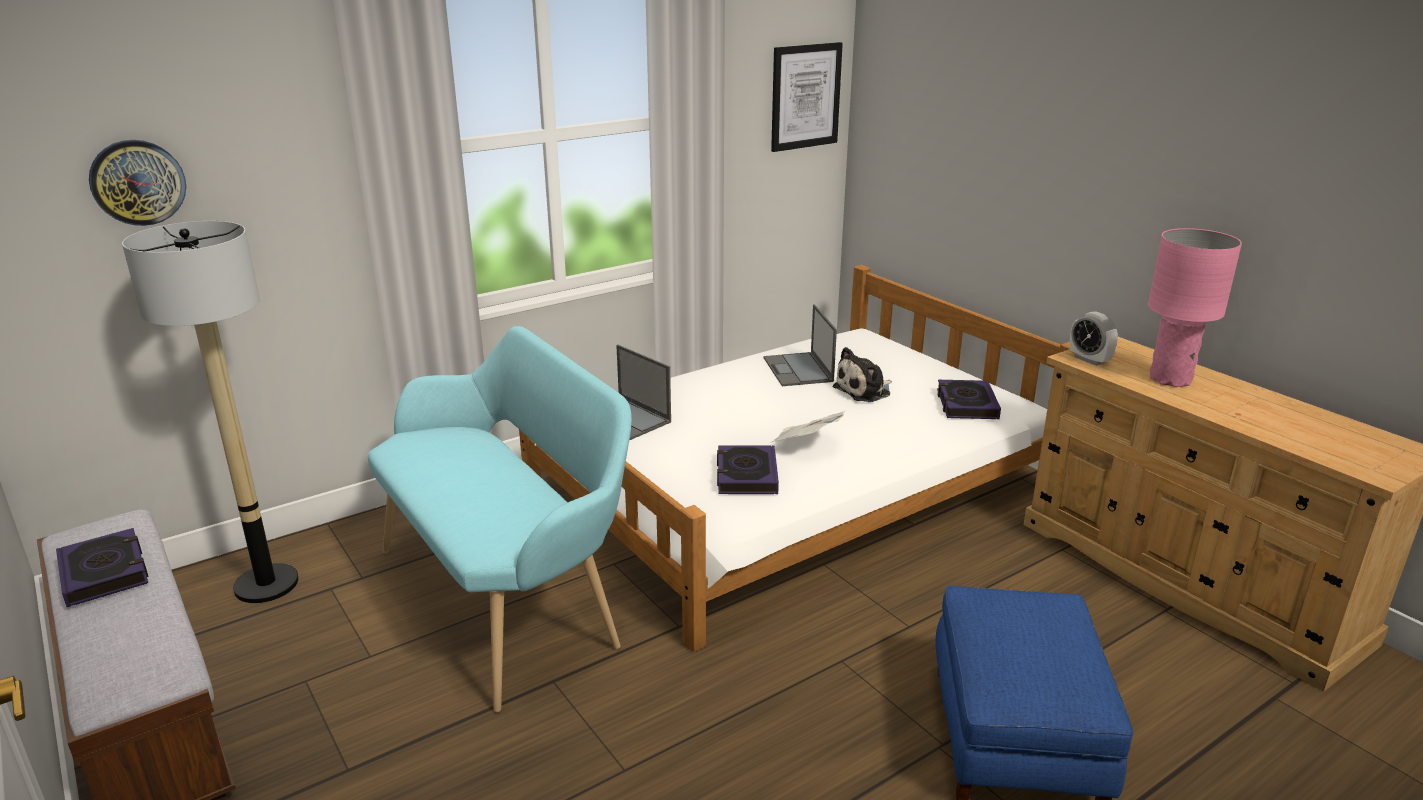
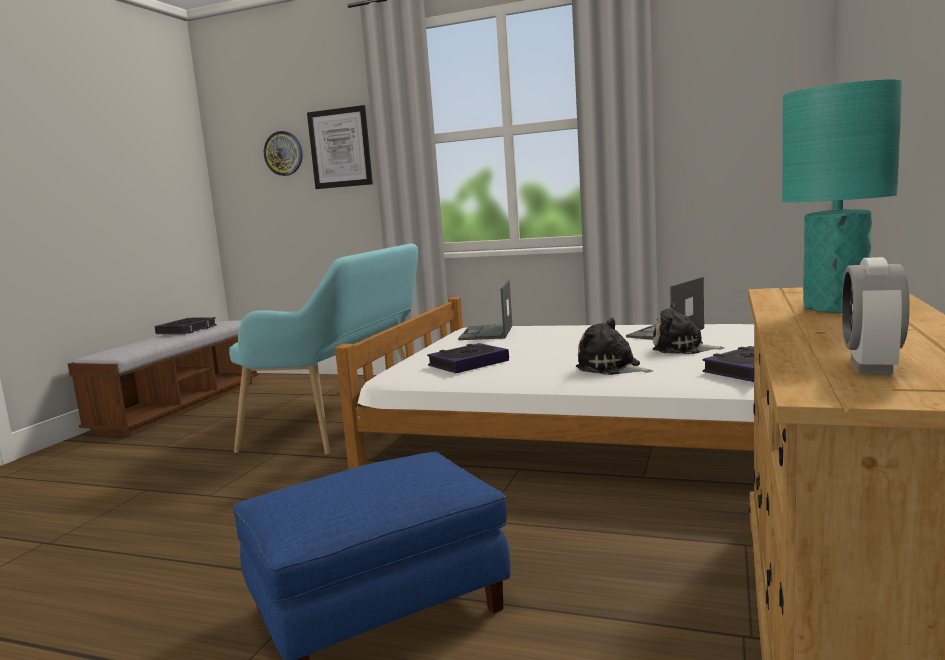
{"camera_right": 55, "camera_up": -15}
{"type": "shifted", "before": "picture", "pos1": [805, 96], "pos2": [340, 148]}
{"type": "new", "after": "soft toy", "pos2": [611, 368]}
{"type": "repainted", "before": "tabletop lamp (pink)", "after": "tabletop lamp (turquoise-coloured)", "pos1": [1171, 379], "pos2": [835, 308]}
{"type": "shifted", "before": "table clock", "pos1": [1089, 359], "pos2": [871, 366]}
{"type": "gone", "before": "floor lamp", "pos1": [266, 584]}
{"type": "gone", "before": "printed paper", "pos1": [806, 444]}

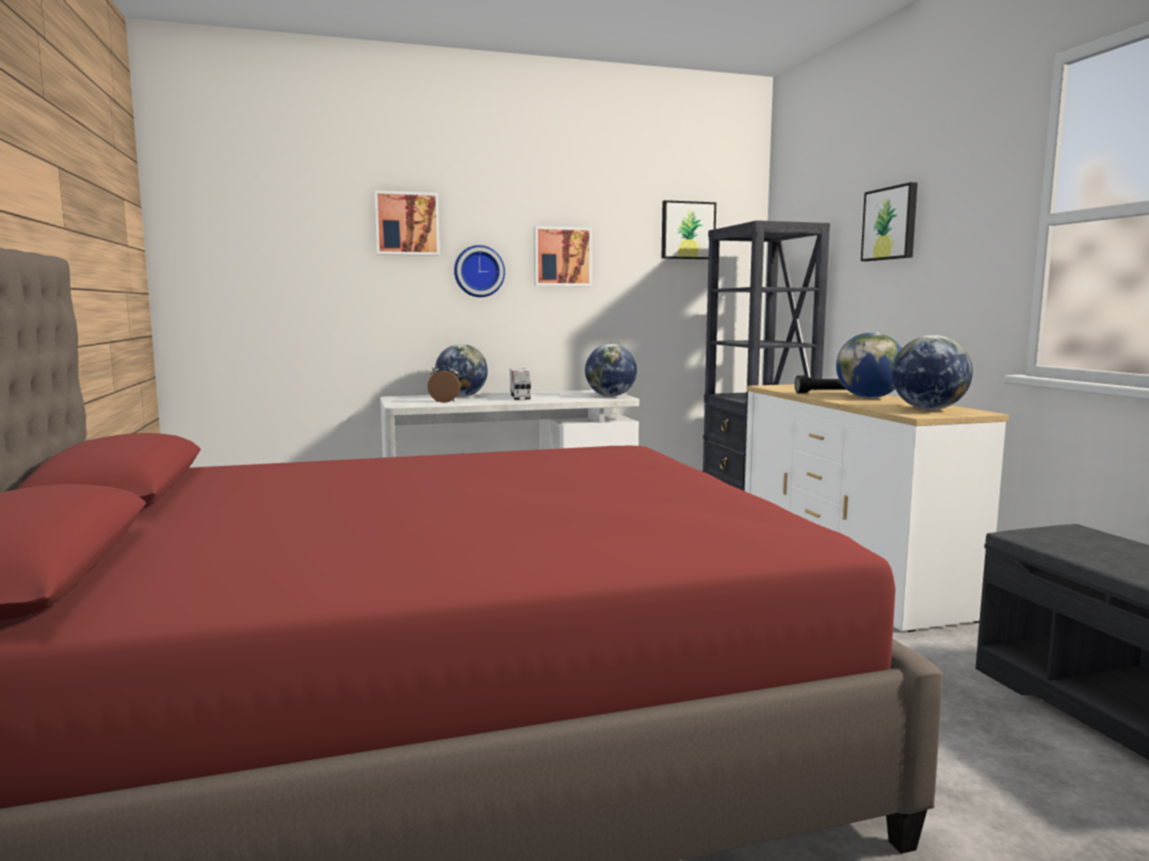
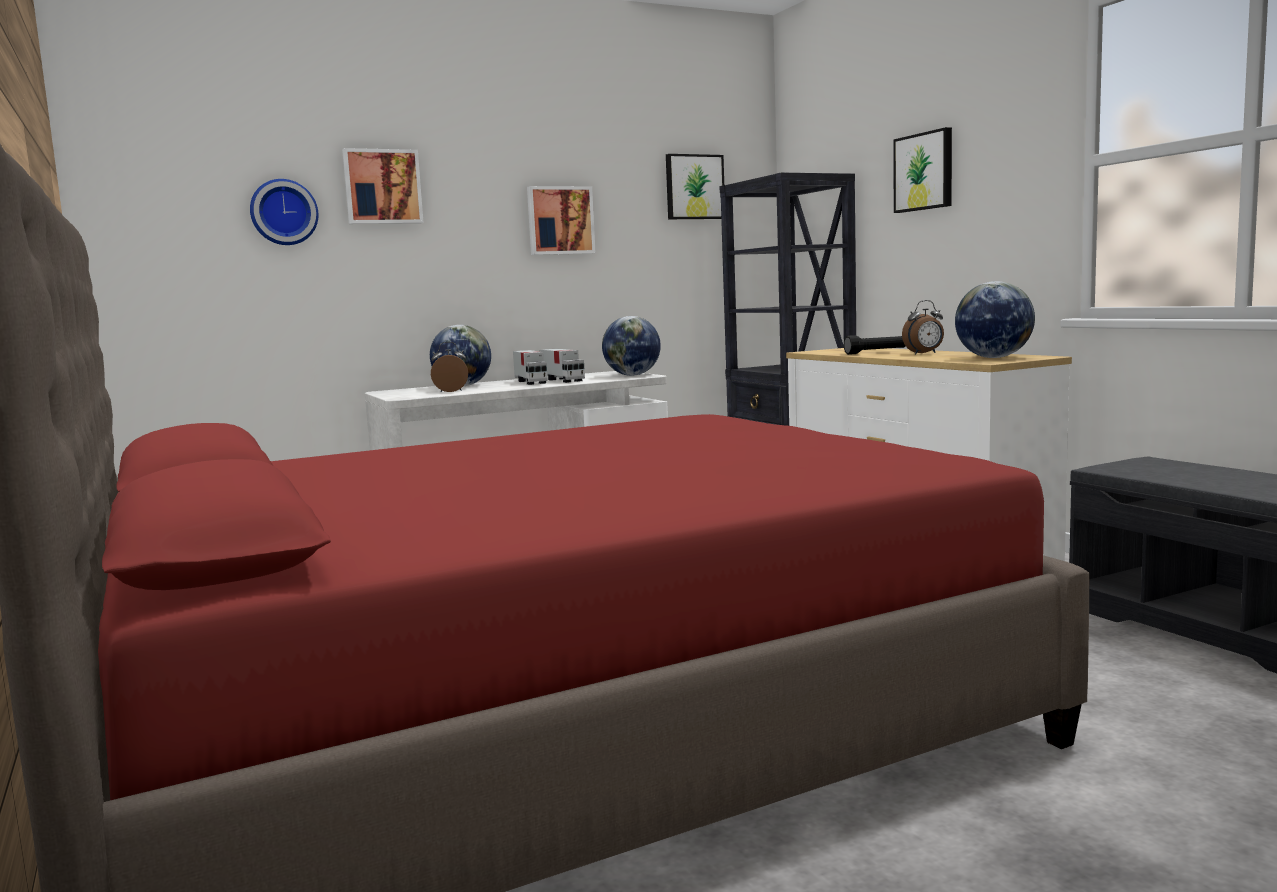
{"camera_right": -10, "camera_up": 0}
{"type": "shifted", "before": "hanging clock", "pos1": [478, 271], "pos2": [283, 212]}
{"type": "new", "after": "toy lorry", "pos2": [563, 380]}
{"type": "swapped", "before": "world globe", "after": "table clock", "pos1": [868, 398], "pos2": [924, 353]}

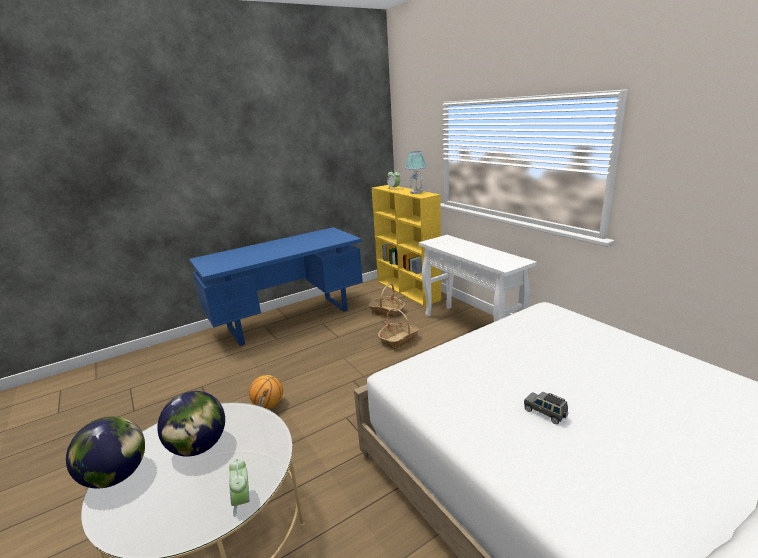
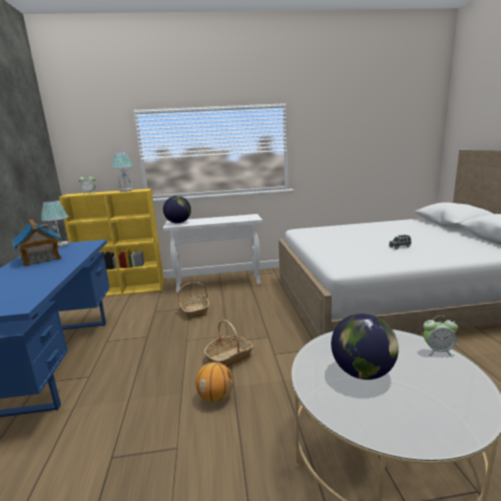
{"camera_right": -65, "camera_up": -5}
{"type": "new", "after": "toy house", "pos2": [41, 259]}
{"type": "new", "after": "tabletop lamp", "pos2": [61, 245]}
{"type": "shifted", "before": "world globe", "pos1": [117, 476], "pos2": [178, 223]}
{"type": "shifted", "before": "basket", "pos1": [387, 311], "pos2": [229, 357]}

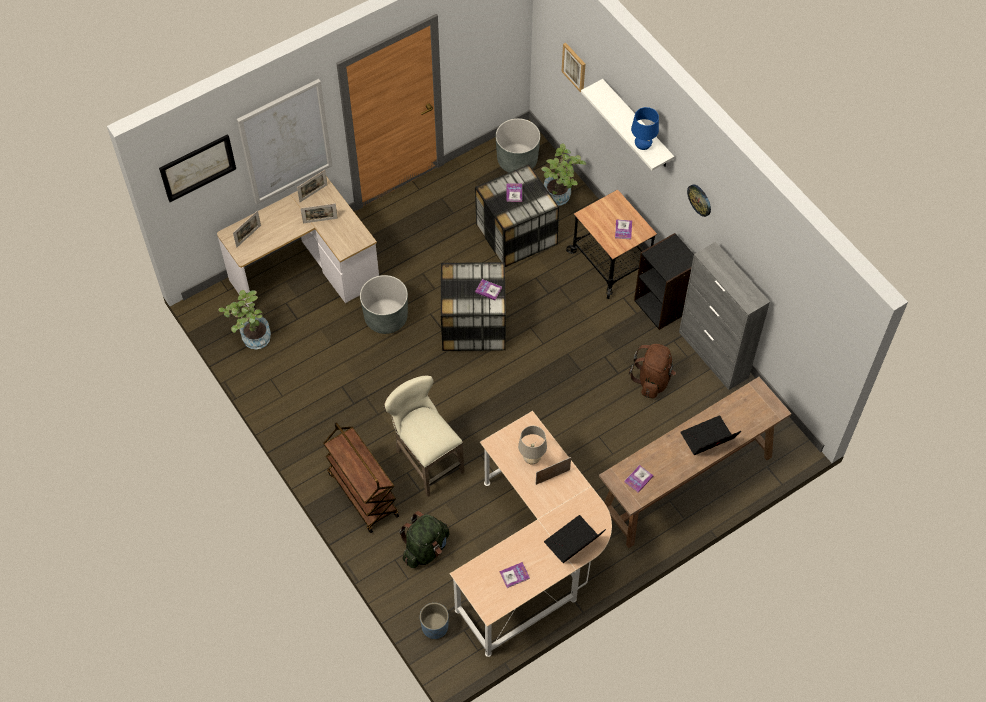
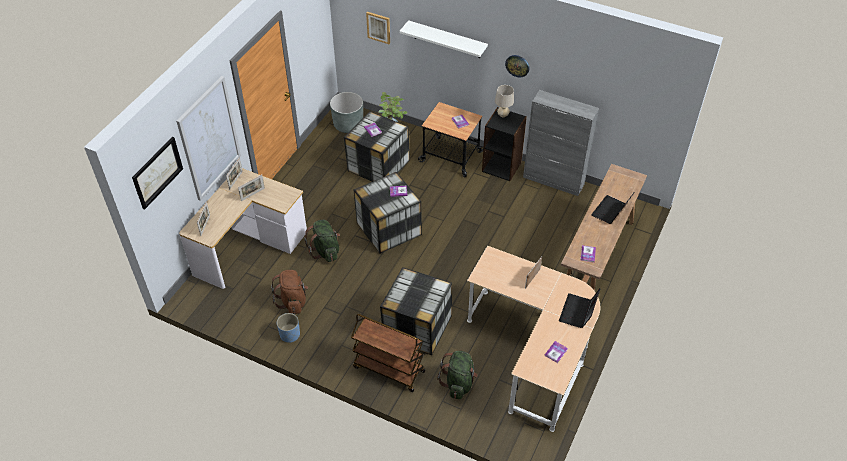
{"camera_right": -30, "camera_up": -10}
{"type": "shifted", "before": "rucksack (brownish)", "pos1": [652, 380], "pos2": [293, 301]}
{"type": "shifted", "before": "plant pot (blue-coloured)", "pos1": [435, 627], "pos2": [290, 334]}
{"type": "swapped", "before": "plant pot (gray)", "after": "rucksack (green)", "pos1": [386, 318], "pos2": [325, 251]}
{"type": "swapped", "before": "sitting stool (beige-coloured)", "after": "storage container", "pos1": [426, 460], "pos2": [417, 326]}
{"type": "shifted", "before": "tabletop lamp (beige-coloured)", "pos1": [532, 459], "pos2": [503, 115]}
{"type": "gone", "before": "plant in a pot", "pos1": [252, 338]}
{"type": "gone", "before": "tabletop lamp (blue-coloured)", "pos1": [642, 146]}

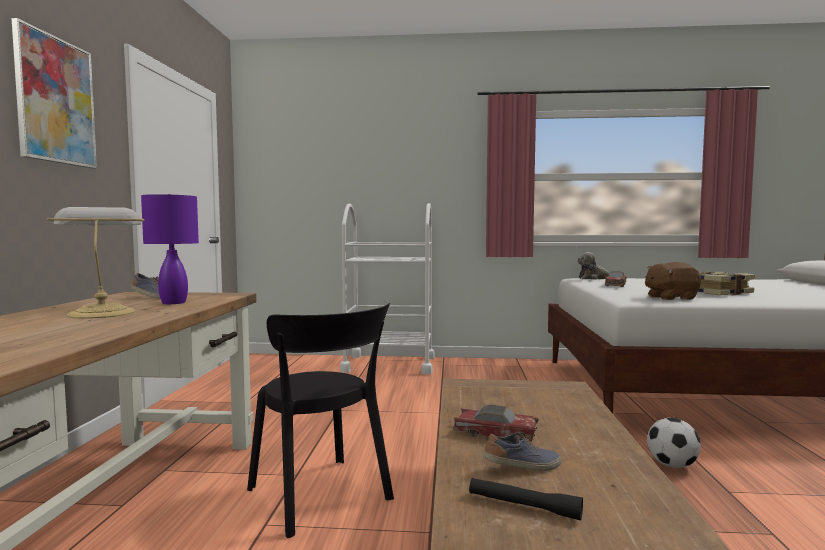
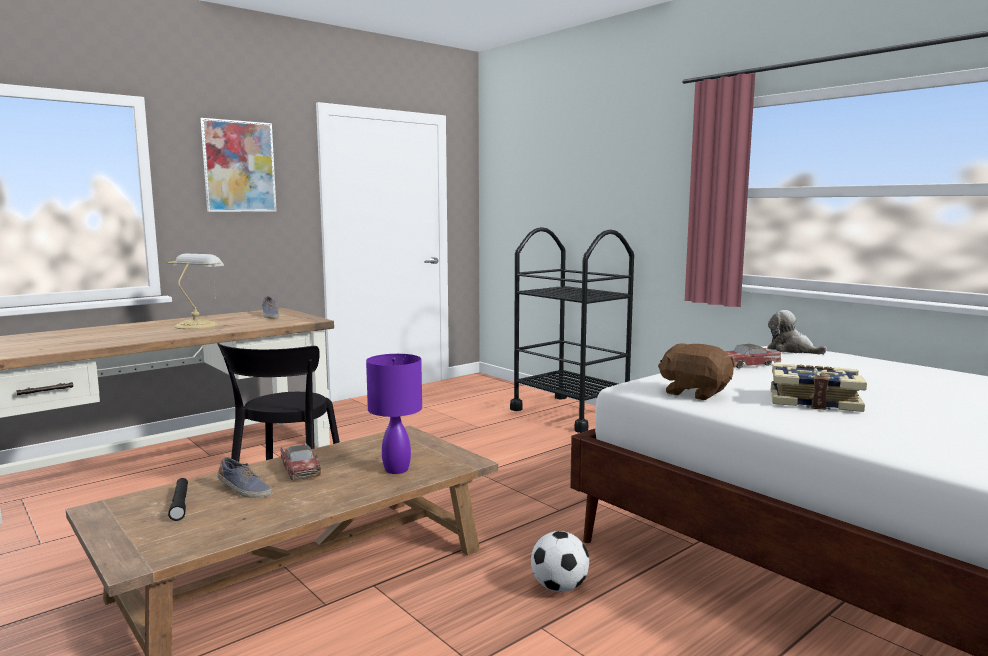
{"camera_right": 45, "camera_up": 5}
{"type": "shifted", "before": "tabletop lamp (purple-coloured)", "pos1": [174, 302], "pos2": [397, 469]}
{"type": "repainted", "before": "trolley (white)", "after": "trolley (black)", "pos1": [389, 364], "pos2": [570, 413]}

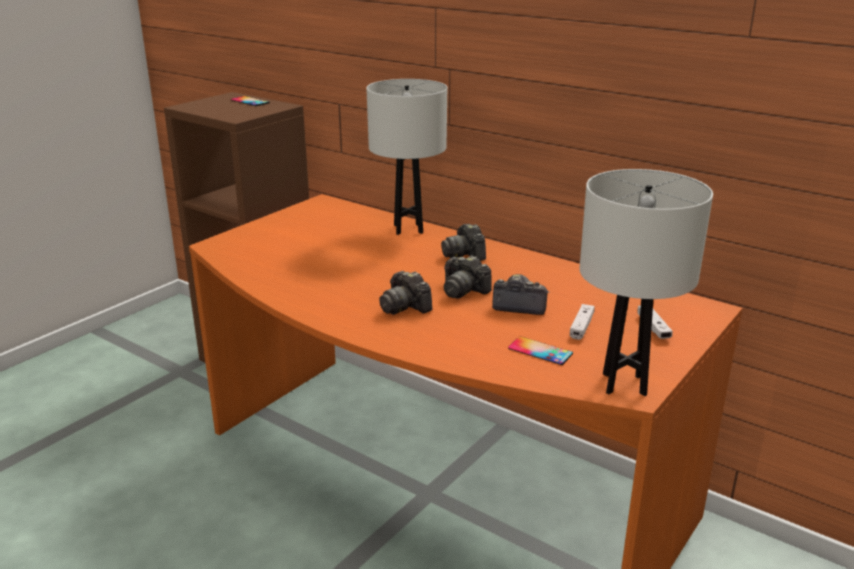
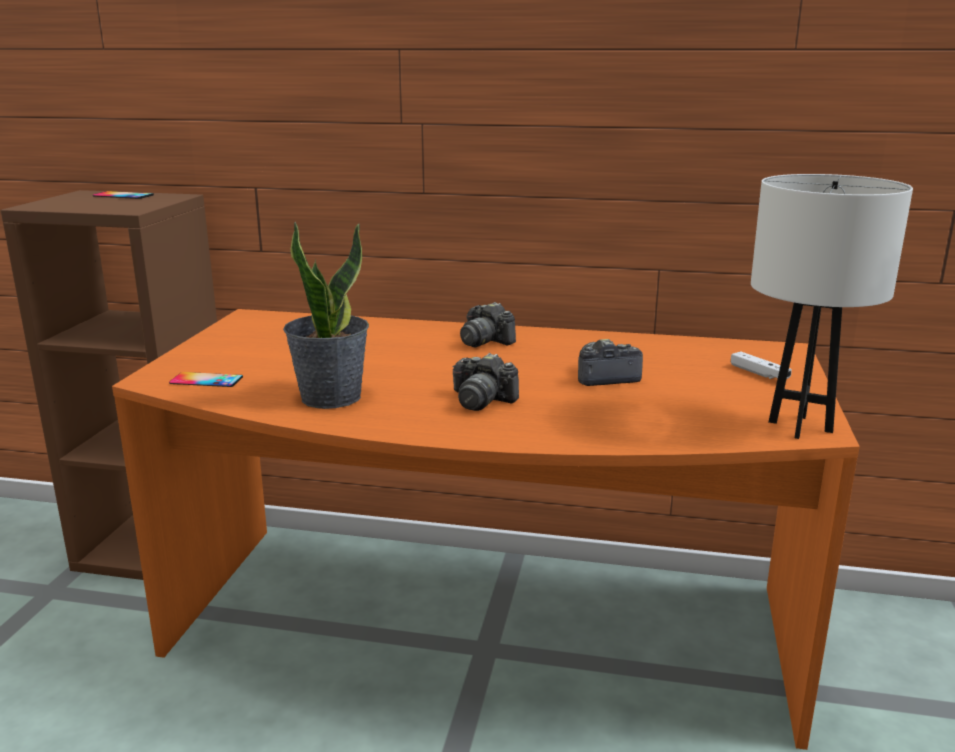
{"camera_right": -25, "camera_up": -5}
{"type": "shifted", "before": "telephone", "pos1": [540, 351], "pos2": [206, 380]}
{"type": "new", "after": "plant in a pot", "pos2": [330, 397]}
{"type": "gone", "before": "tabletop lamp (white)", "pos1": [408, 229]}
{"type": "gone", "before": "still camera", "pos1": [463, 290]}
{"type": "gone", "before": "game controller (white)", "pos1": [581, 327]}

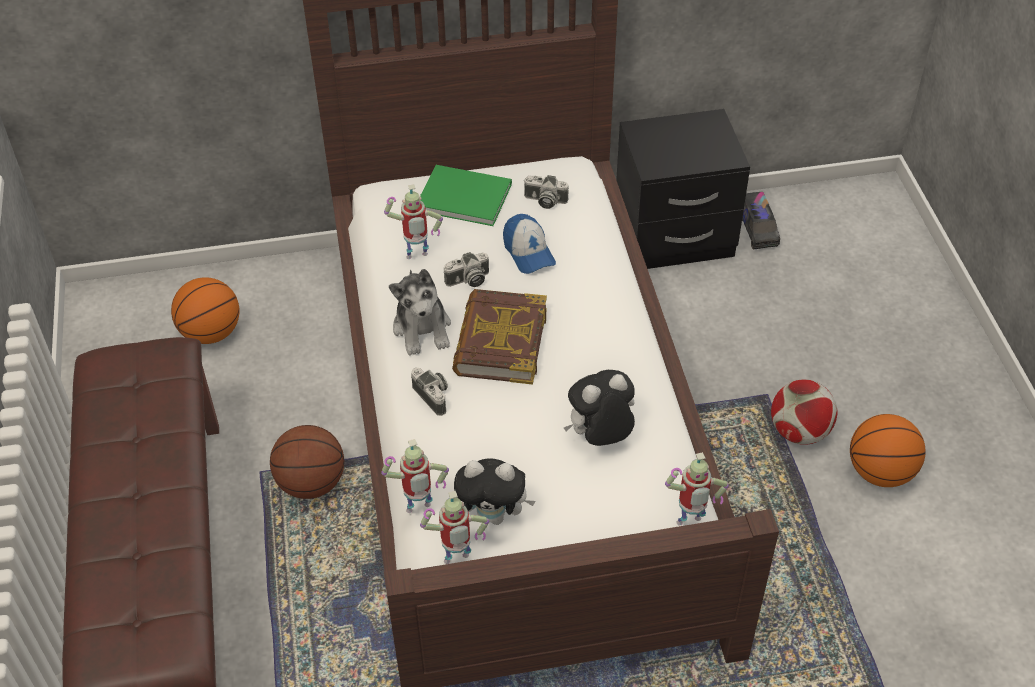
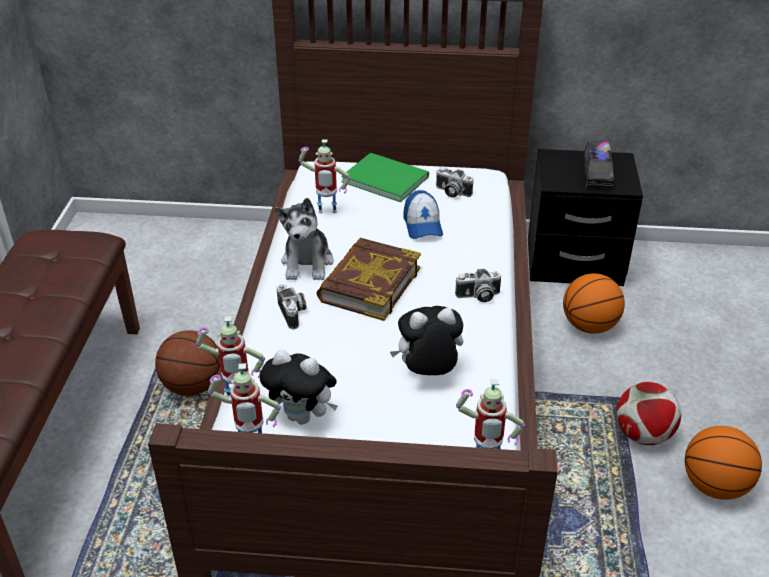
{"camera_right": 15, "camera_up": -10}
{"type": "shifted", "before": "still camera", "pos1": [468, 280], "pos2": [478, 296]}
{"type": "shifted", "before": "basketball", "pos1": [211, 333], "pos2": [589, 326]}
{"type": "shifted", "before": "toy lorry", "pos1": [757, 229], "pos2": [597, 174]}

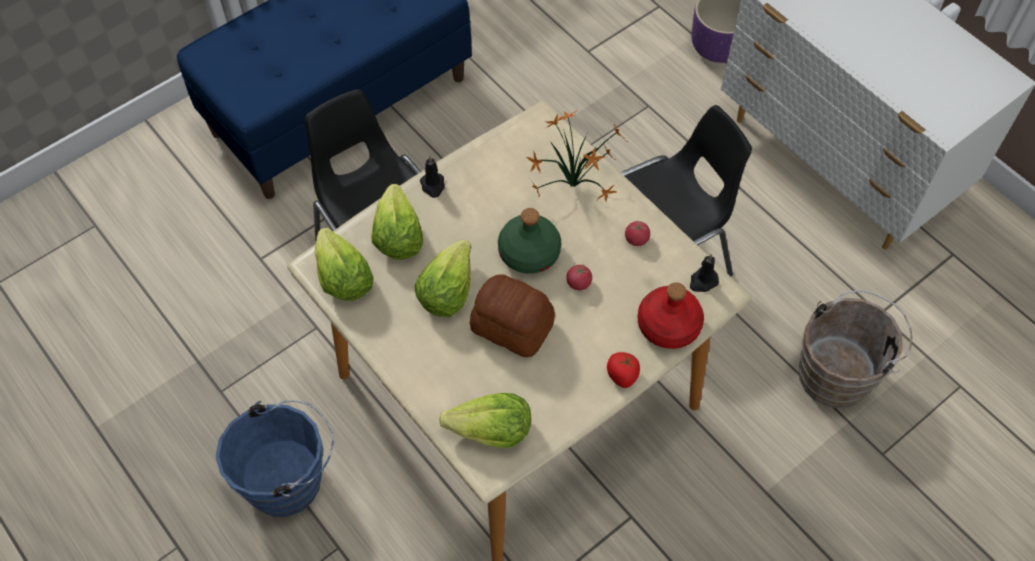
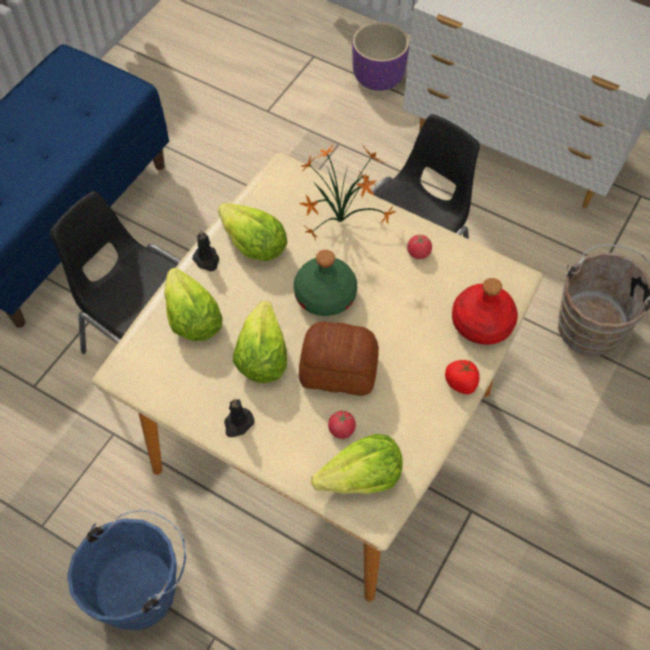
{"camera_right": -20, "camera_up": 0}
{"type": "shifted", "before": "lettuce", "pos1": [342, 278], "pos2": [253, 244]}
{"type": "shifted", "before": "wax candle (black)", "pos1": [703, 281], "pos2": [238, 423]}
{"type": "shifted", "before": "fresh tomato", "pos1": [578, 283], "pos2": [341, 429]}

